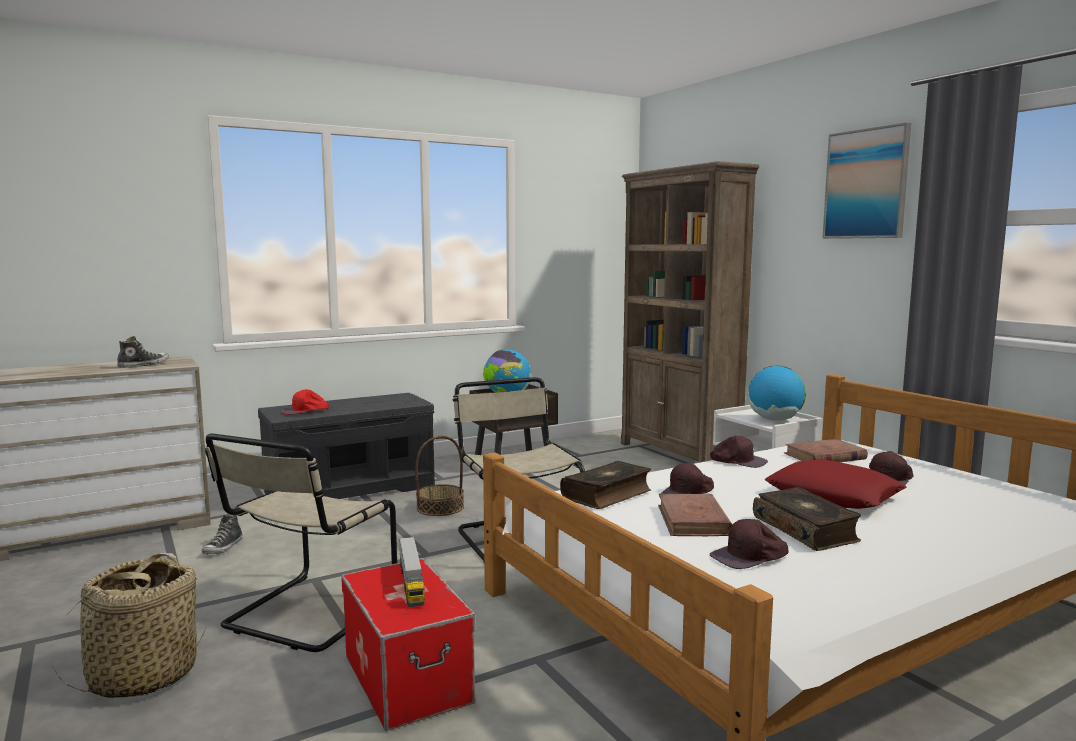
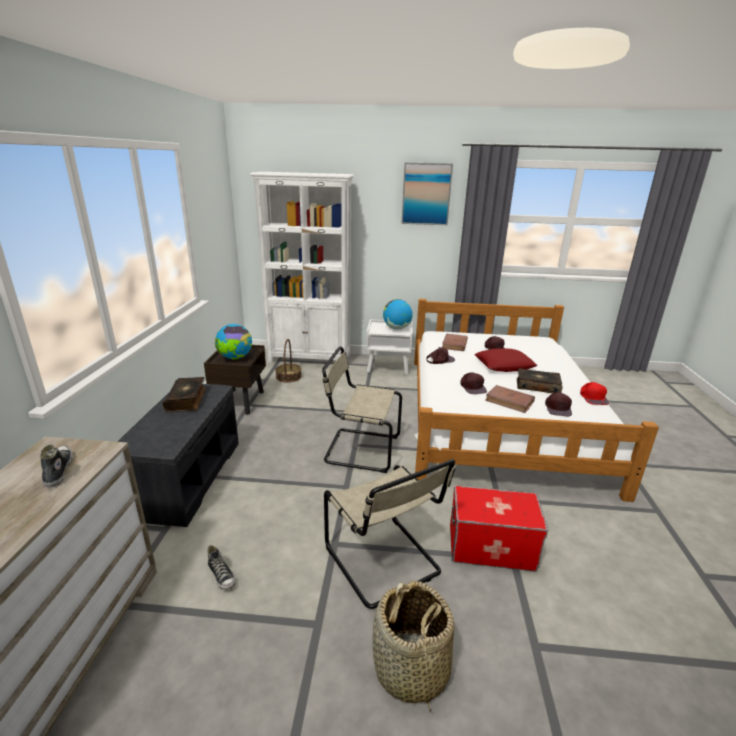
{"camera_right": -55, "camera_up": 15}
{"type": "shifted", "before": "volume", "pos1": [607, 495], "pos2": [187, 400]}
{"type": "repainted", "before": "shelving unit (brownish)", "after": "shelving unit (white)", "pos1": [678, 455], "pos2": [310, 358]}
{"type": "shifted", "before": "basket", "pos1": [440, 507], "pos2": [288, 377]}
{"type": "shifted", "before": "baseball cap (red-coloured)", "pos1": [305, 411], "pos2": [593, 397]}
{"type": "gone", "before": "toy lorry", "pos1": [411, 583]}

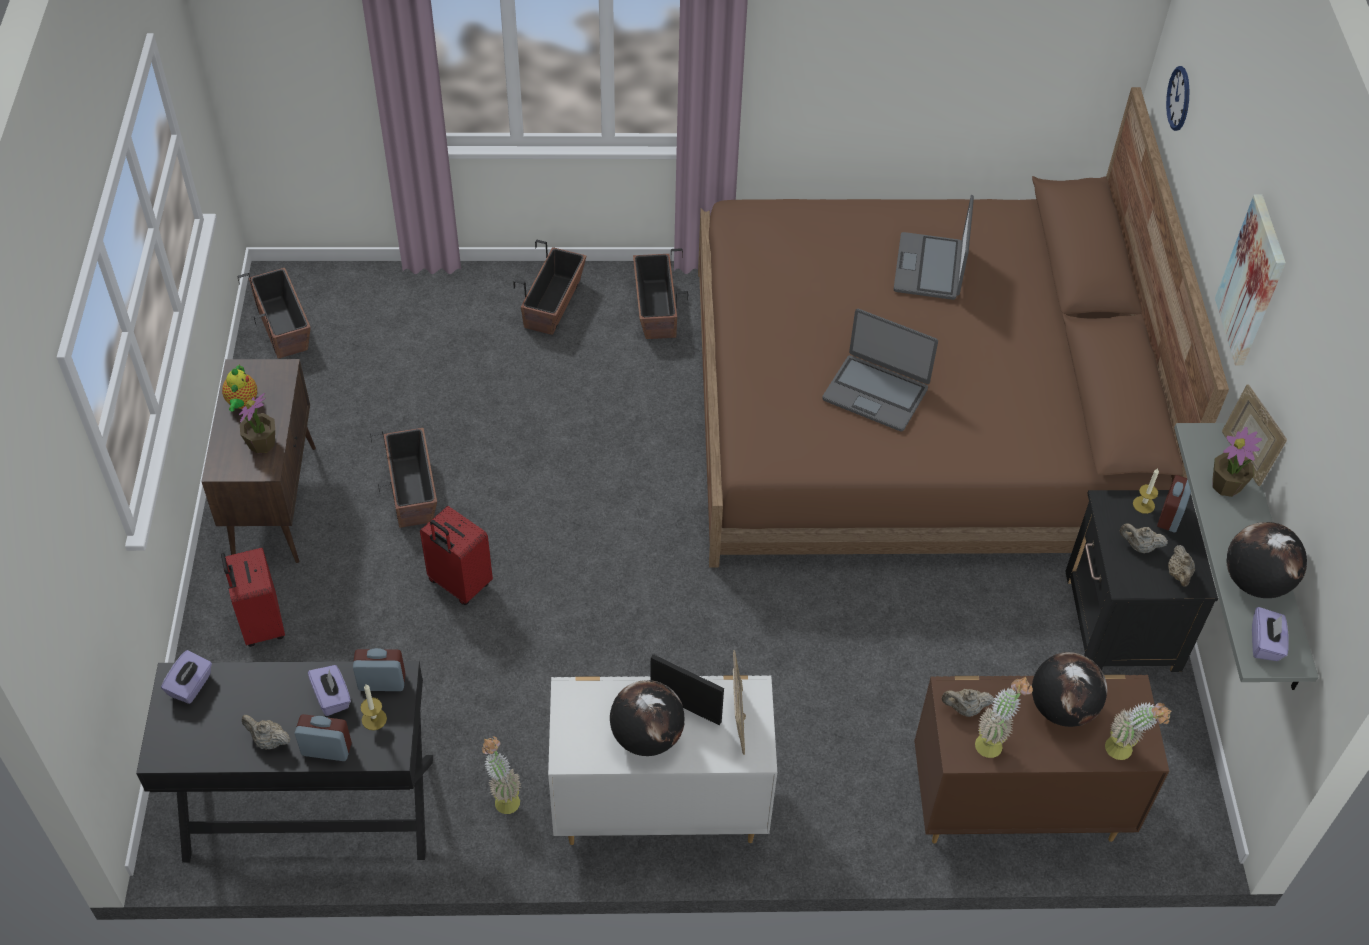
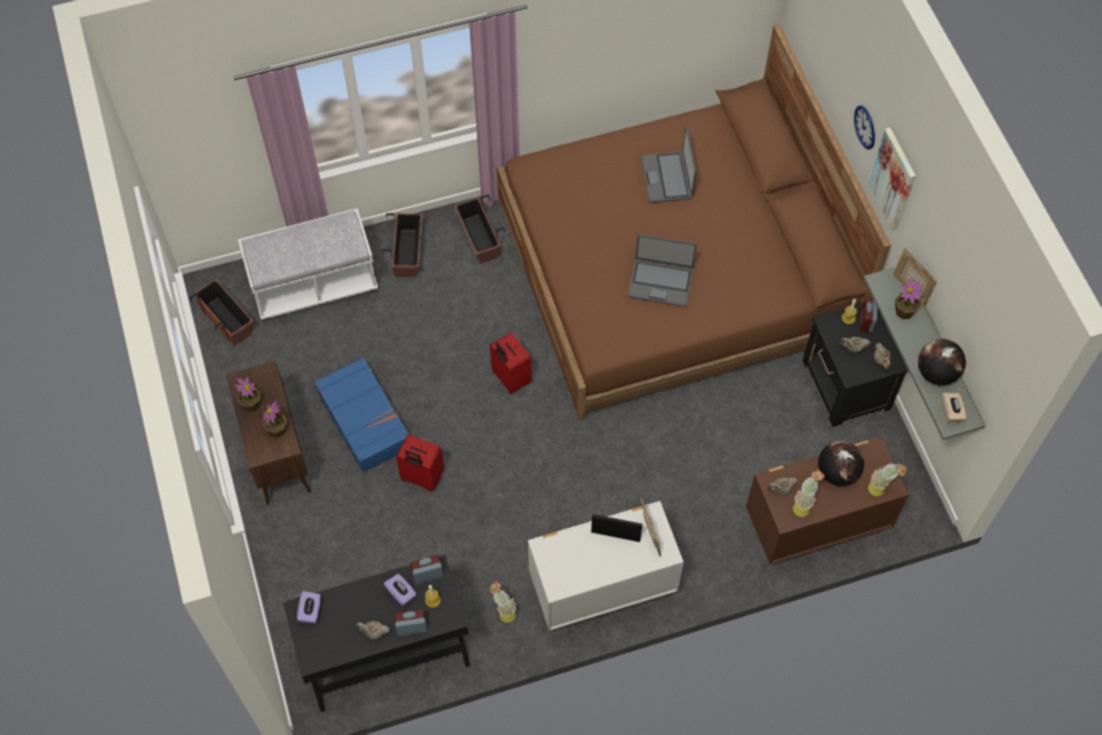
{"camera_right": -15, "camera_up": 10}
{"type": "swapped", "before": "tea pot", "after": "plant in a pot", "pos1": [242, 403], "pos2": [251, 404]}
{"type": "new", "after": "long seat (white)", "pos2": [314, 285]}
{"type": "swapped", "before": "plant pot", "after": "piece of luggage (blue-coloured)", "pos1": [412, 491], "pos2": [365, 420]}
{"type": "shifted", "before": "piece of luggage (red-coloured)", "pos1": [260, 624], "pos2": [510, 378]}
{"type": "shifted", "before": "hanging clock", "pos1": [1179, 98], "pos2": [865, 127]}
{"type": "repainted", "before": "tissue holder (purple-coloured)", "after": "tissue holder (beige-coloured)", "pos1": [1265, 644], "pos2": [951, 412]}
{"type": "gone", "before": "world globe", "pos1": [646, 737]}

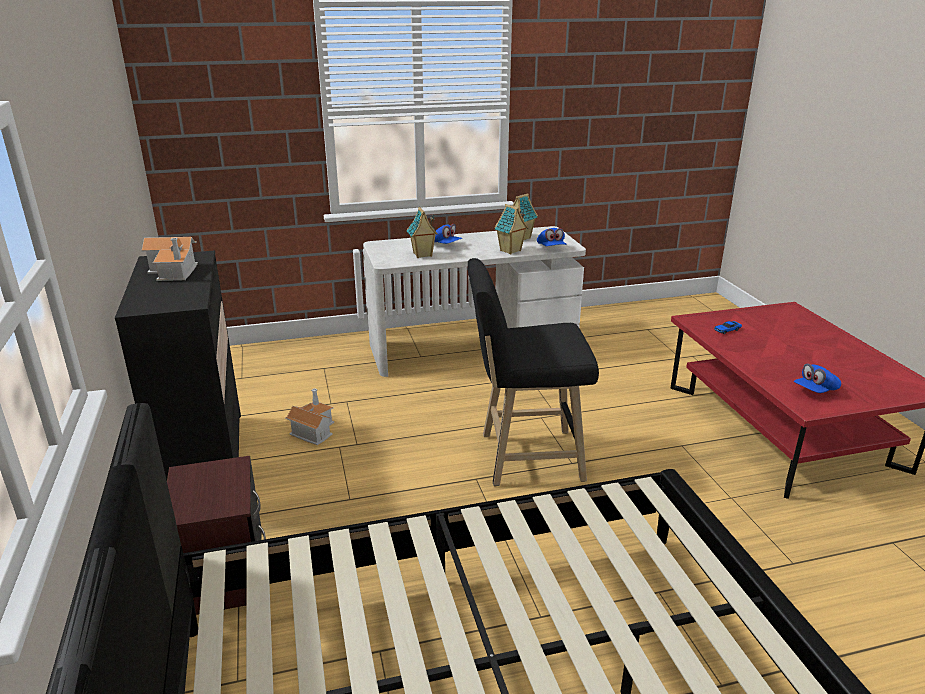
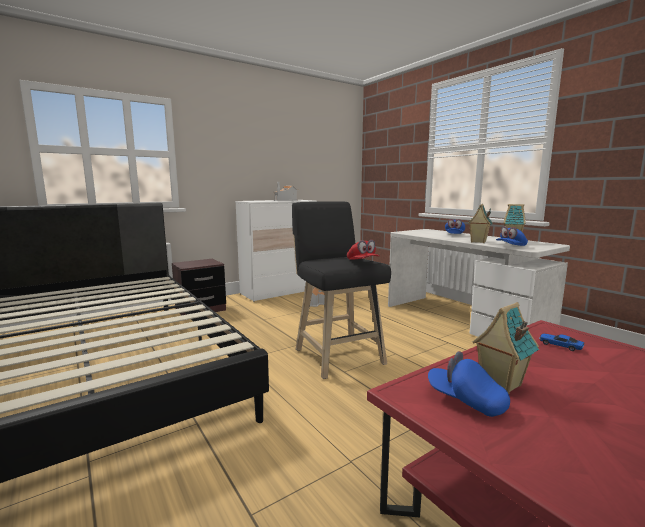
{"camera_right": 70, "camera_up": -15}
{"type": "repainted", "before": "dresser (black)", "after": "dresser (white)", "pos1": [204, 459], "pos2": [278, 292]}
{"type": "new", "after": "baseball cap (red-coloured)", "pos2": [362, 262]}
{"type": "shifted", "before": "toy house", "pos1": [422, 255], "pos2": [499, 384]}

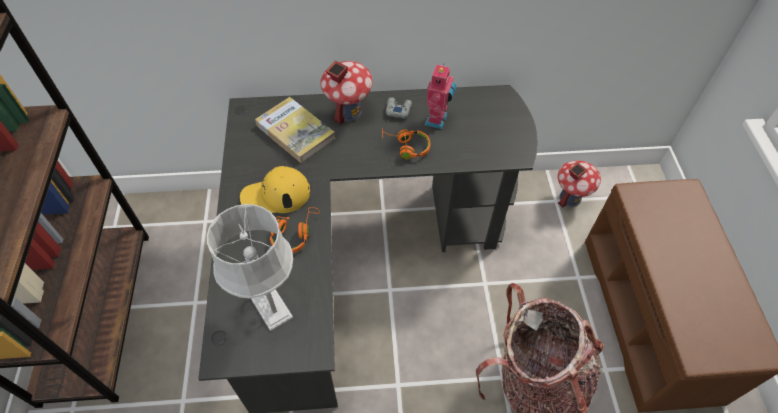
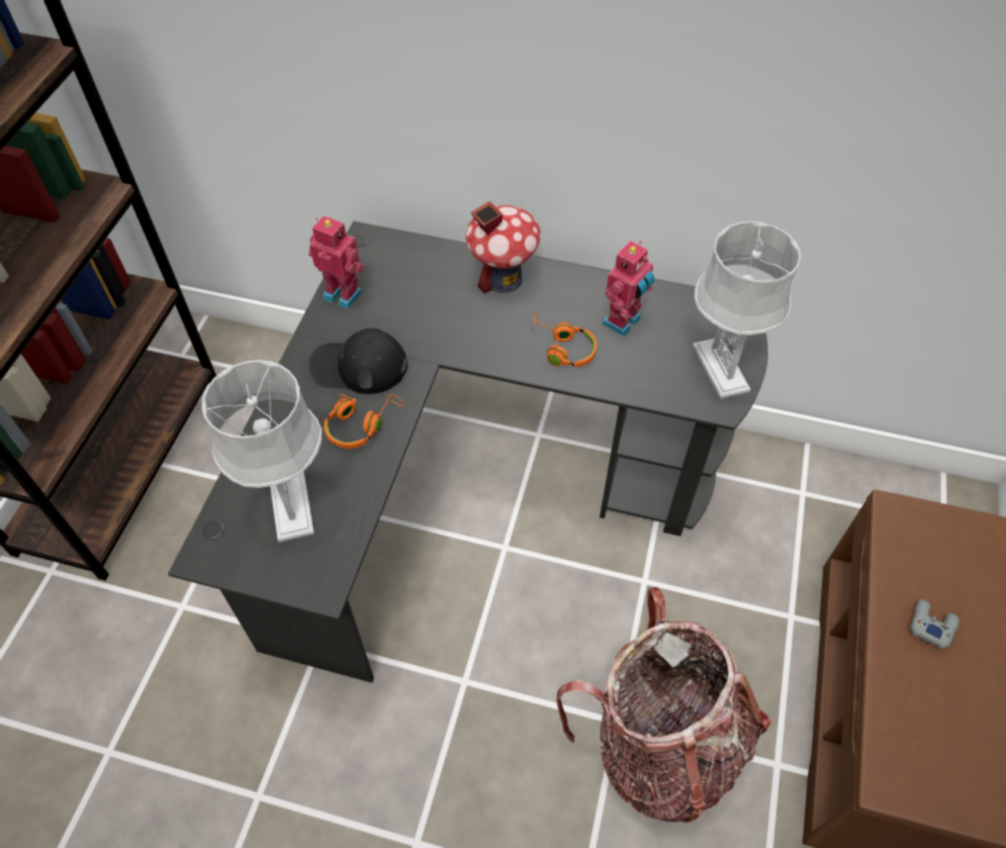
{"camera_right": 20, "camera_up": 0}
{"type": "new", "after": "toy robot", "pos2": [344, 293]}
{"type": "repainted", "before": "baseball cap (yellow-coloured)", "after": "baseball cap (black)", "pos1": [275, 195], "pos2": [358, 366]}
{"type": "new", "after": "tabletop lamp (gray)", "pos2": [719, 368]}
{"type": "shifted", "before": "game controller (gray)", "pos1": [398, 109], "pos2": [931, 625]}
{"type": "gone", "before": "volume", "pos1": [295, 132]}
{"type": "gone", "before": "toy house", "pos1": [570, 198]}

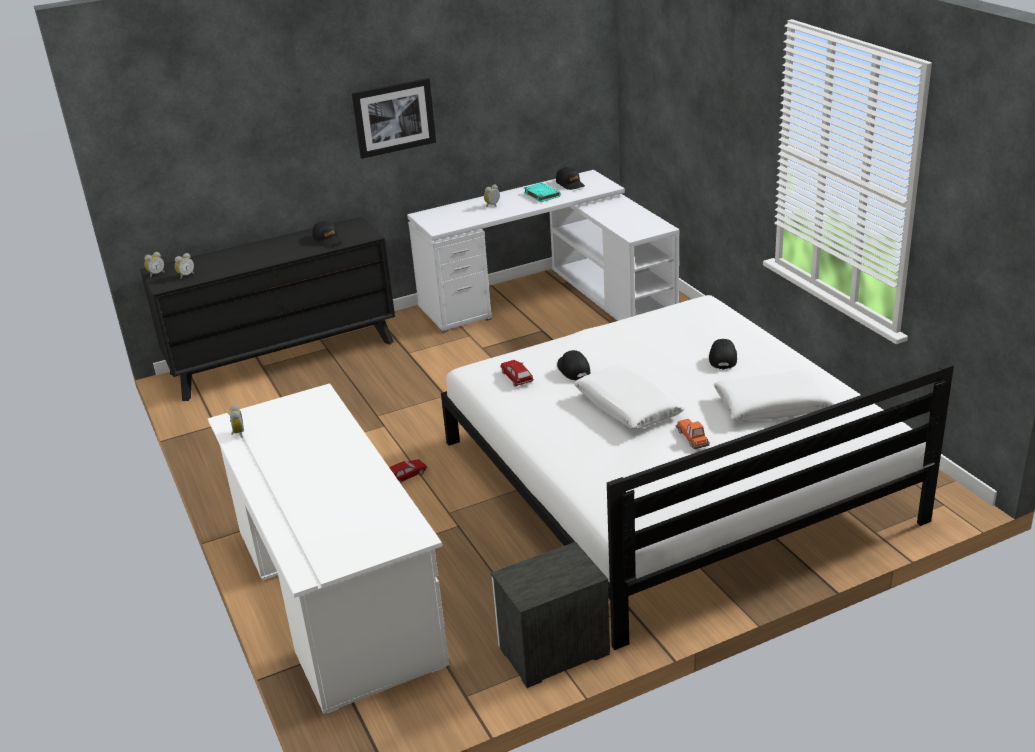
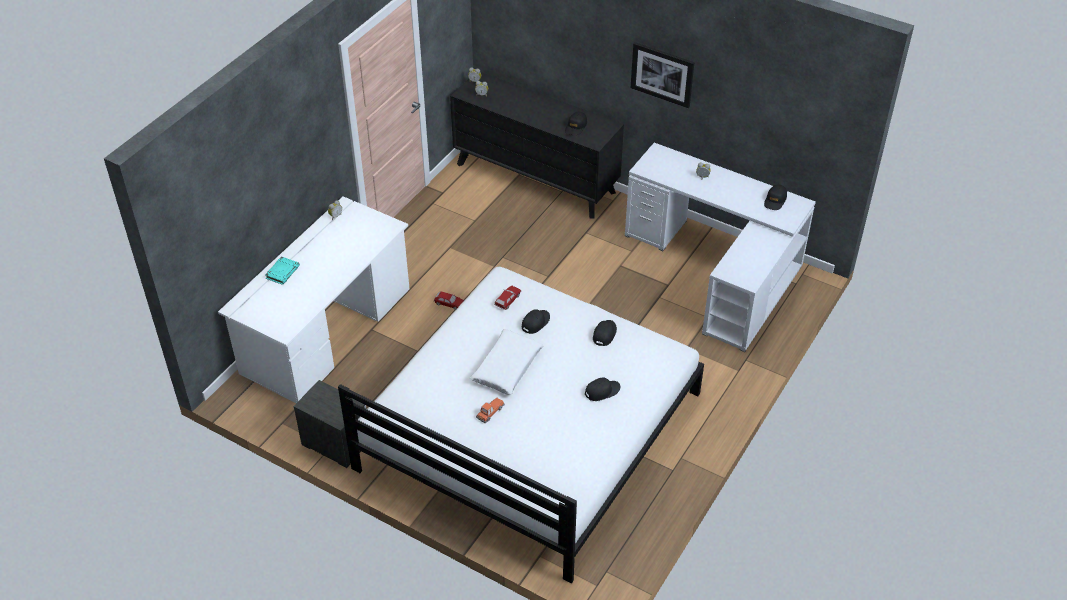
{"camera_right": 55, "camera_up": 15}
{"type": "shifted", "before": "volume (turquoise-coloured)", "pos1": [541, 195], "pos2": [282, 272]}
{"type": "new", "after": "baseball cap (black)", "pos2": [604, 334]}
{"type": "gone", "before": "cushion (white)", "pos1": [772, 405]}

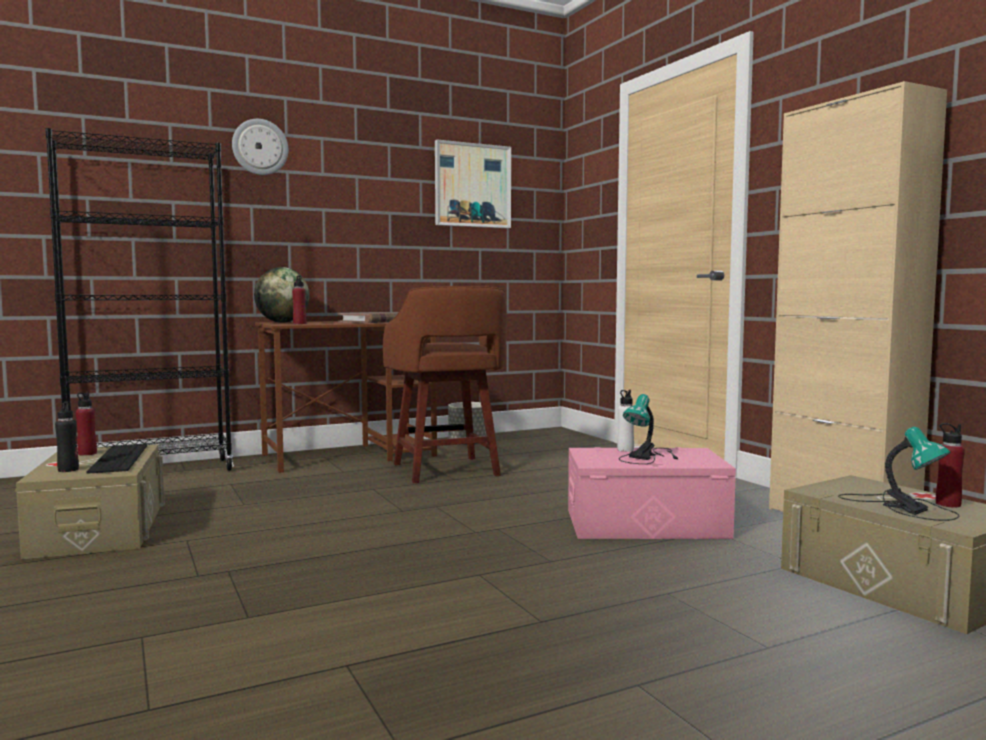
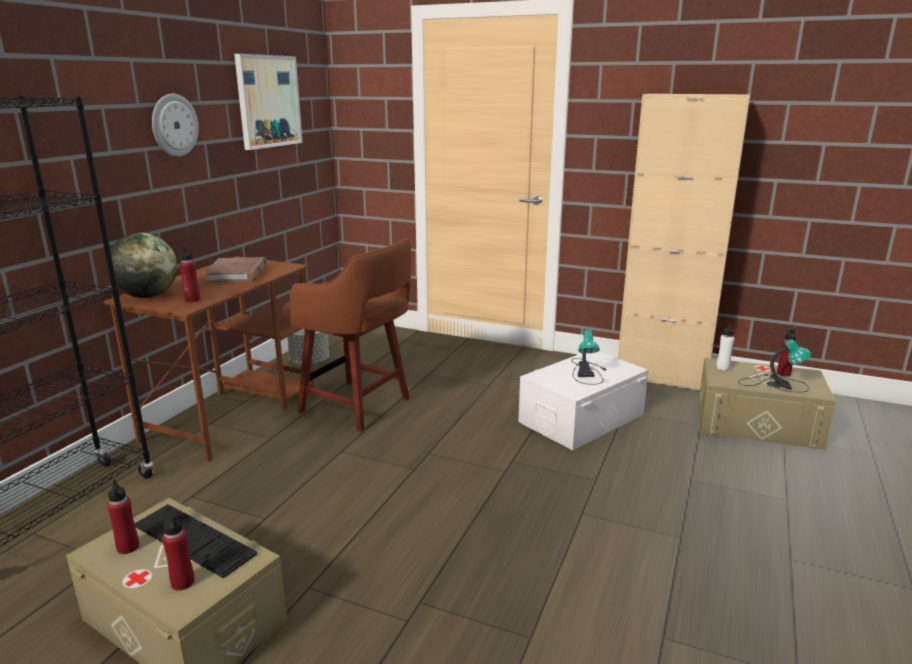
{"camera_right": -40, "camera_up": 15}
{"type": "shifted", "before": "hanging clock", "pos1": [260, 147], "pos2": [174, 125]}
{"type": "repainted", "before": "beverage bottle (black)", "after": "beverage bottle (red-coloured)", "pos1": [68, 470], "pos2": [183, 582]}
{"type": "repainted", "before": "storage container (pink)", "after": "storage container (white)", "pos1": [645, 523], "pos2": [581, 418]}
{"type": "shifted", "before": "beverage bottle (white)", "pos1": [625, 450], "pos2": [722, 368]}

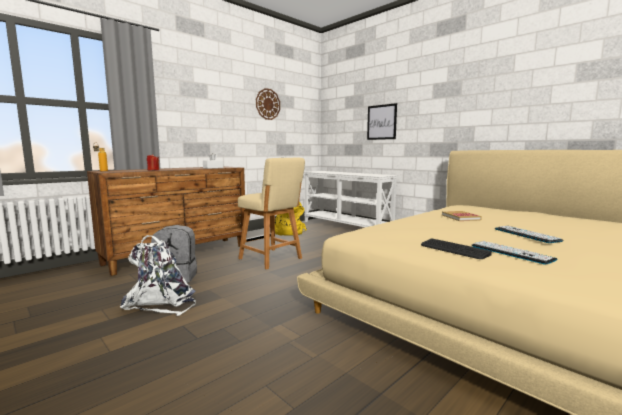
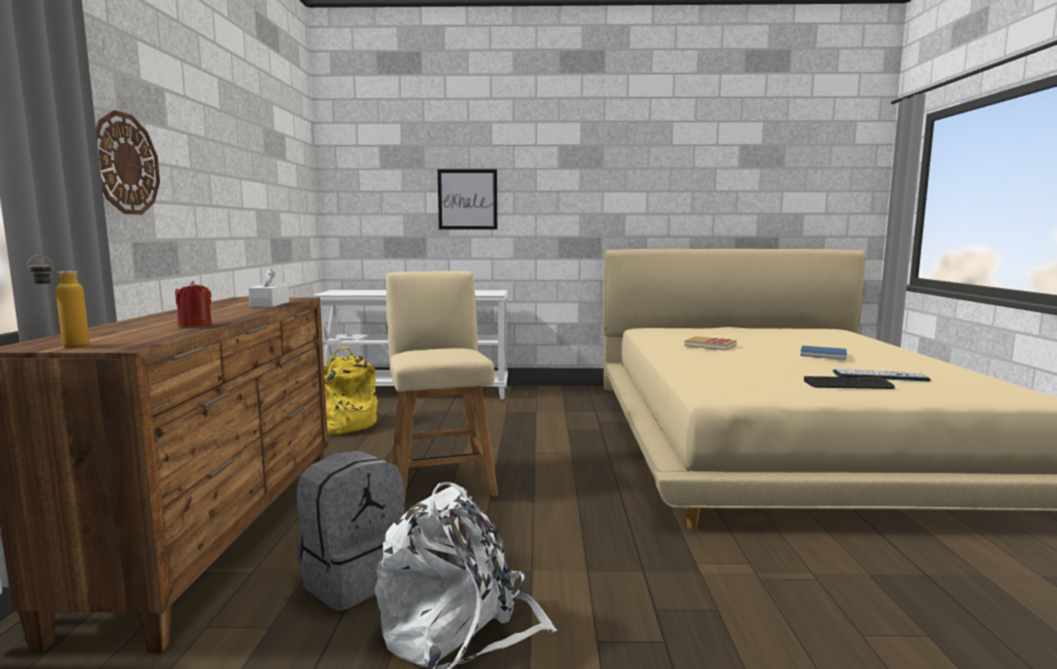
{"camera_right": -45, "camera_up": 0}
{"type": "shifted", "before": "hanging clock", "pos1": [268, 104], "pos2": [125, 164]}
{"type": "rotated", "before": "chair (beige-coloured)", "pos1": [272, 259], "pos2": [441, 479], "turn": -105}
{"type": "swapped", "before": "keyboard", "after": "volume (blue-coloured)", "pos1": [526, 235], "pos2": [824, 355]}

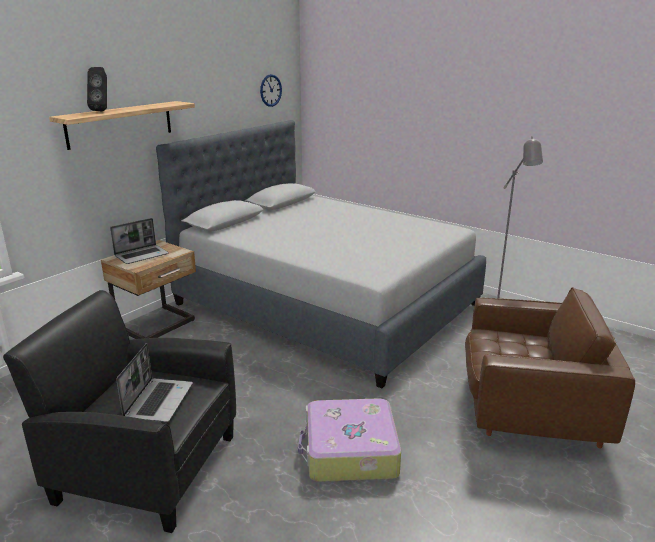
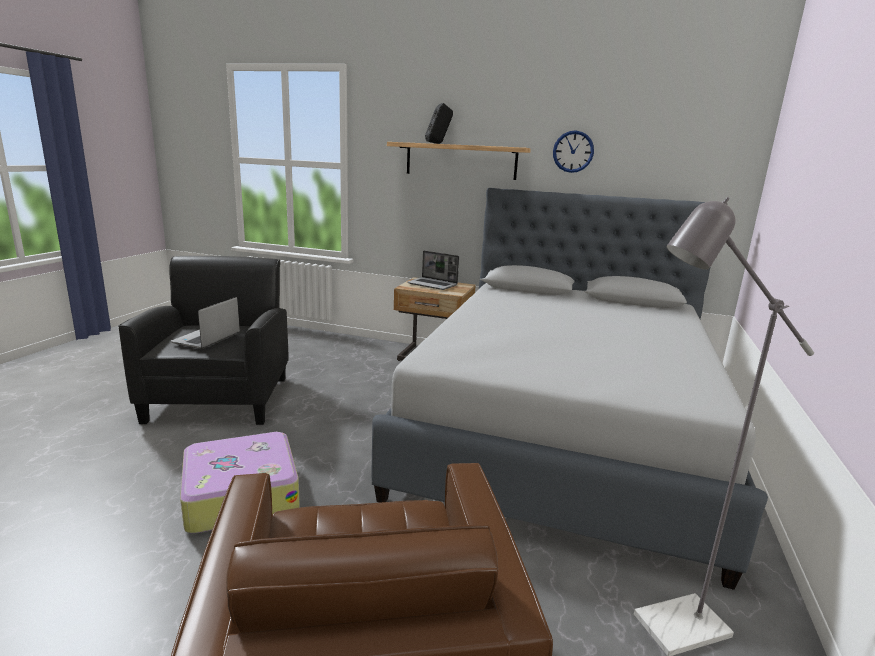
{"camera_right": 70, "camera_up": -5}
{"type": "rotated", "before": "portable computer", "pos1": [158, 401], "pos2": [206, 339], "turn": 120}
{"type": "shifted", "before": "hanging clock", "pos1": [270, 90], "pos2": [573, 151]}

